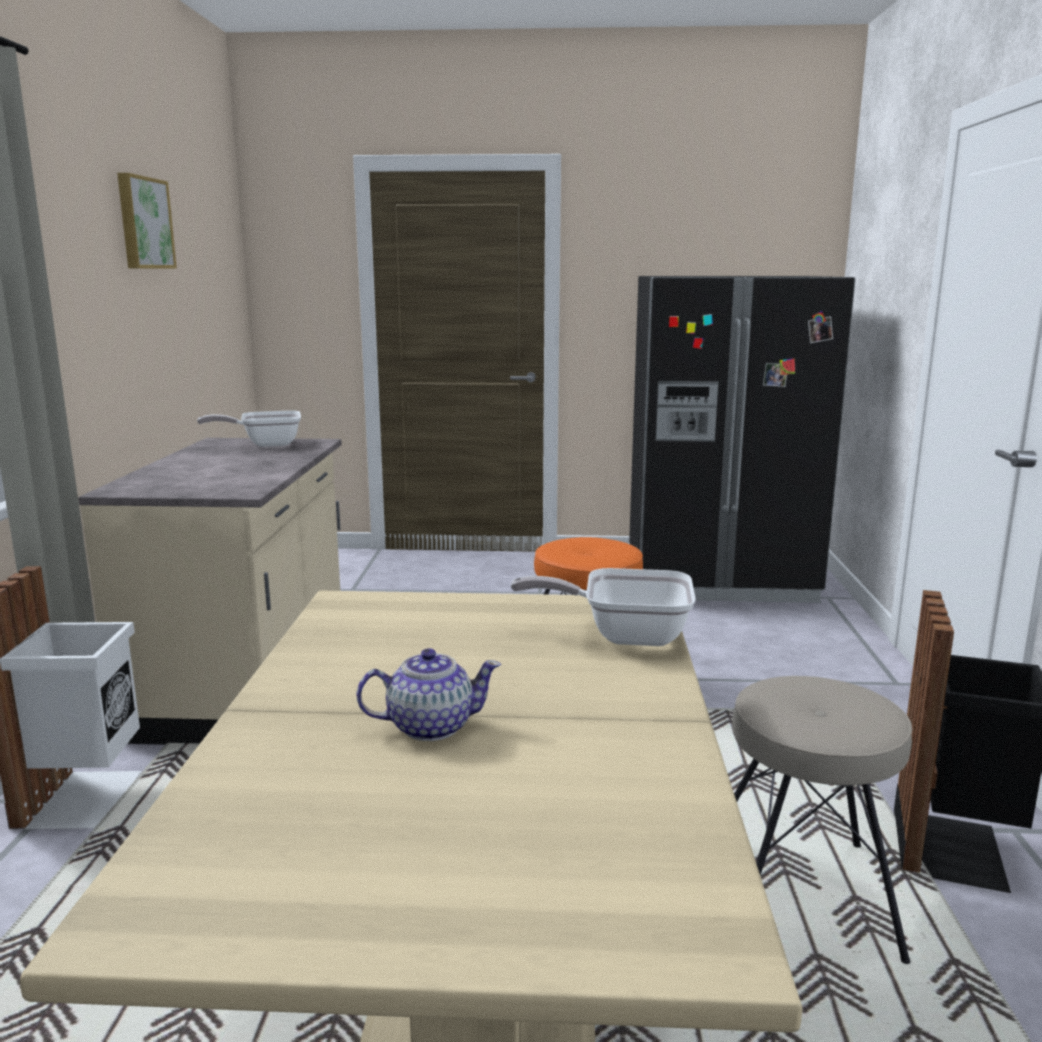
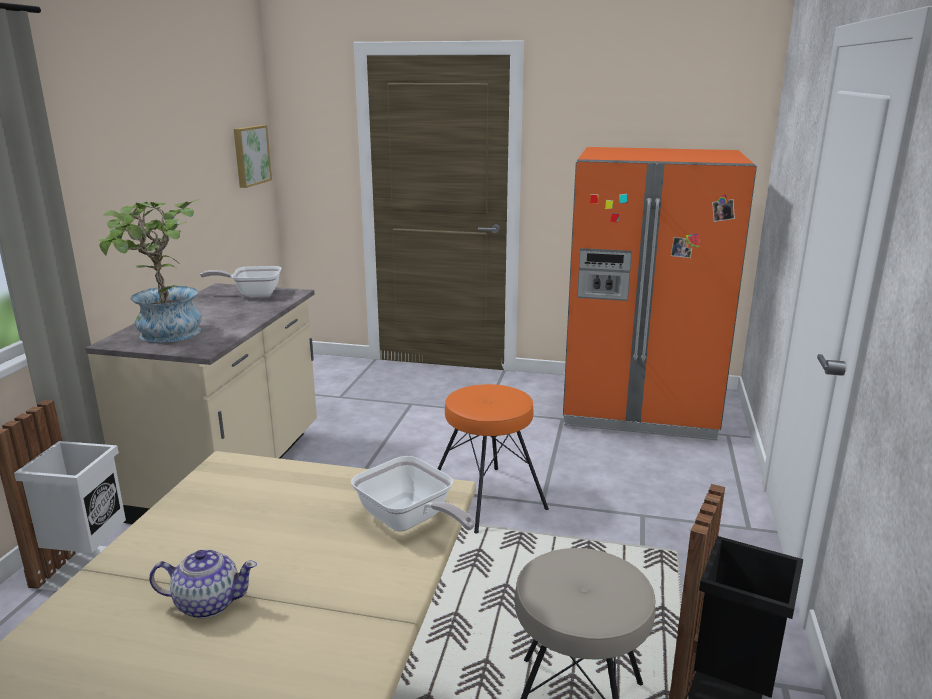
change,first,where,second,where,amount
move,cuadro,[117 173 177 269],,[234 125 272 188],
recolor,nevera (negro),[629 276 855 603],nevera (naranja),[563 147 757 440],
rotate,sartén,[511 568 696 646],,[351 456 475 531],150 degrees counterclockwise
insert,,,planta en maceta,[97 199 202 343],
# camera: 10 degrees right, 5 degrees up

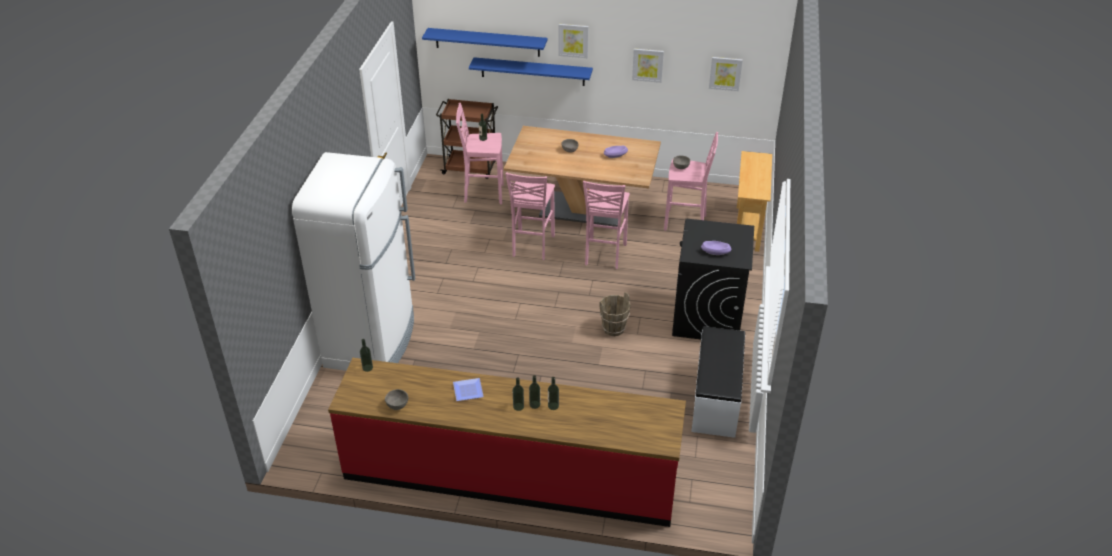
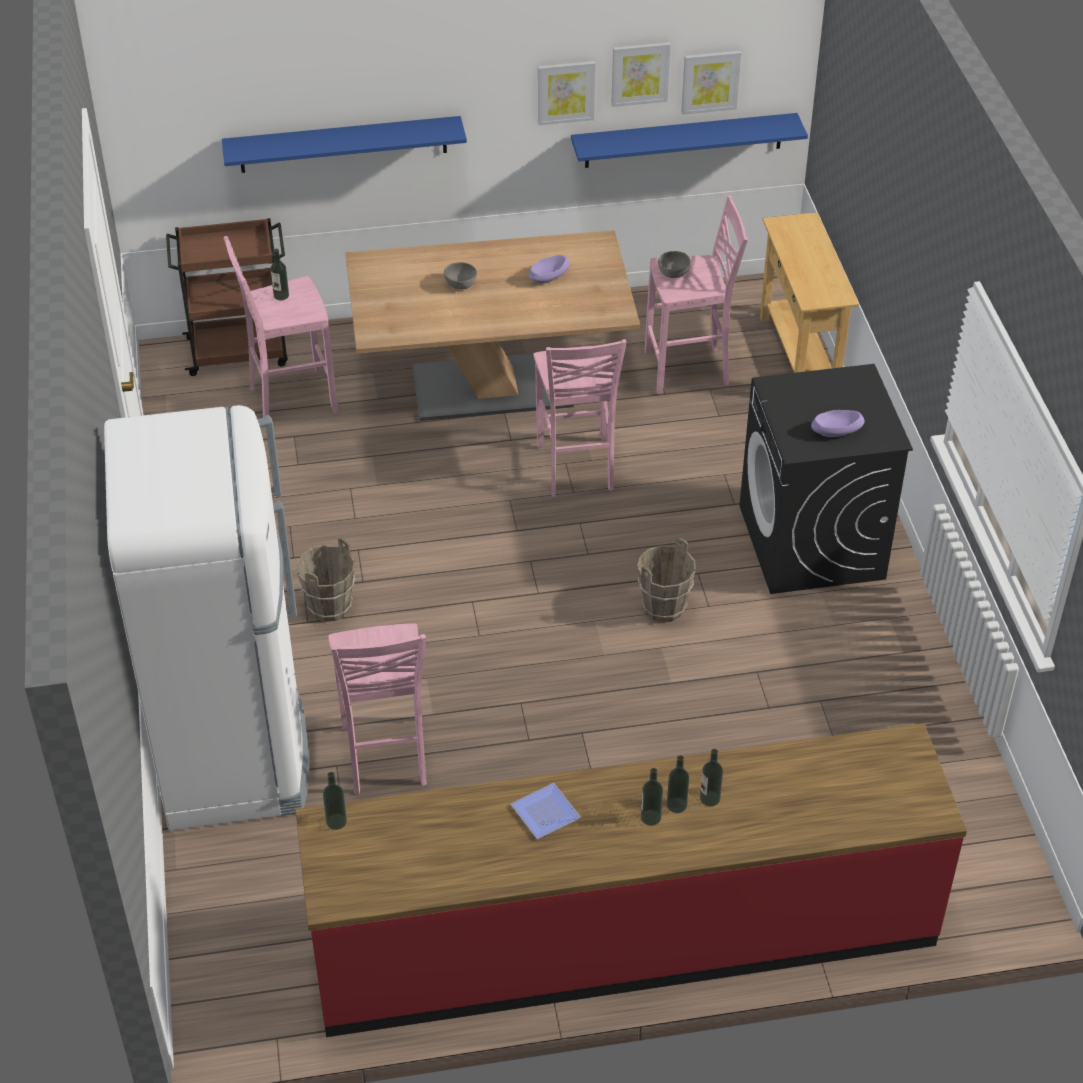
change,first,where,second,where,amount
move,cuadro,[558 24 589 58],,[611 42 670 107],
move,estante (azul),[422 28 547 57],,[571 113 808 168],
move,taburete (rosa),[505 172 555 260],,[328 623 427 794],
delete,banco (blanco),[691 326 745 438],,,
delete,cuenco (gris),[385 389 408 410],,,
insert,,,cubo (marrón),[296 538 355 622],
# camera: 20 degrees left, 5 degrees up

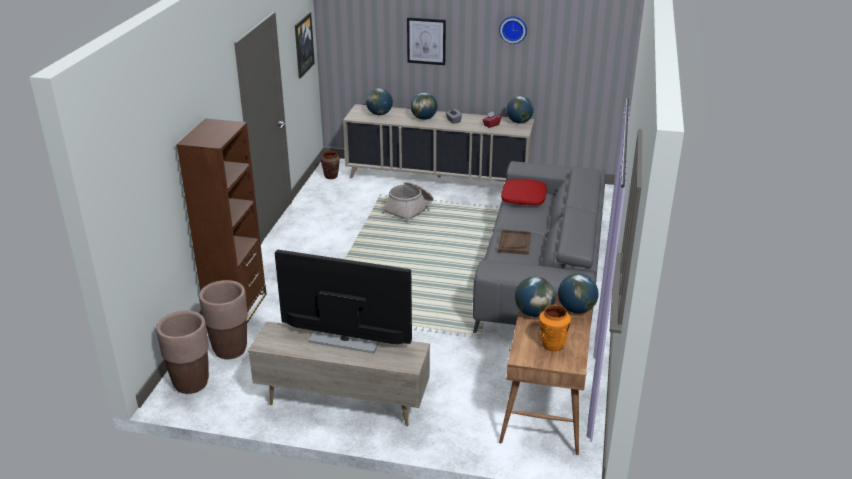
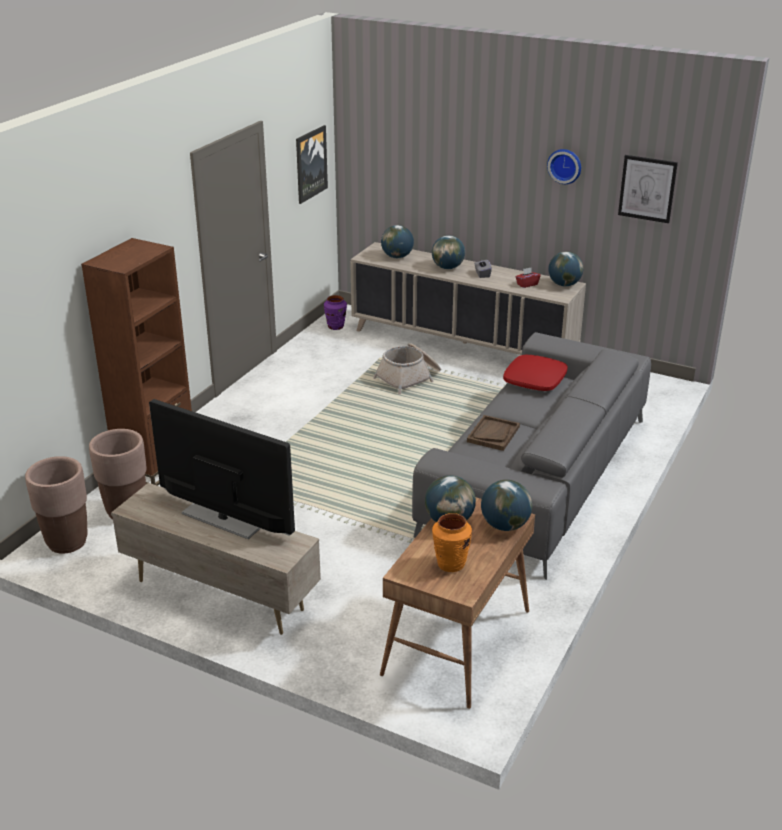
change,first,where,second,where,amount
move,cuadro,[407 17 446 65],,[618 155 678 223],
recolor,florero (marrón),[321 151 340 179],florero (morado),[324 295 347 330],
# camera: 15 degrees right, 0 degrees up

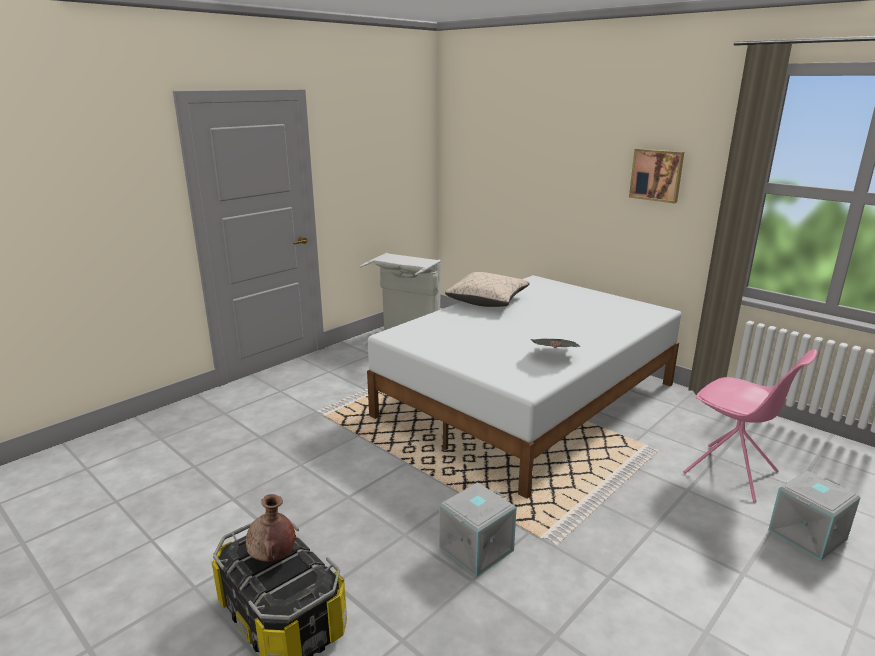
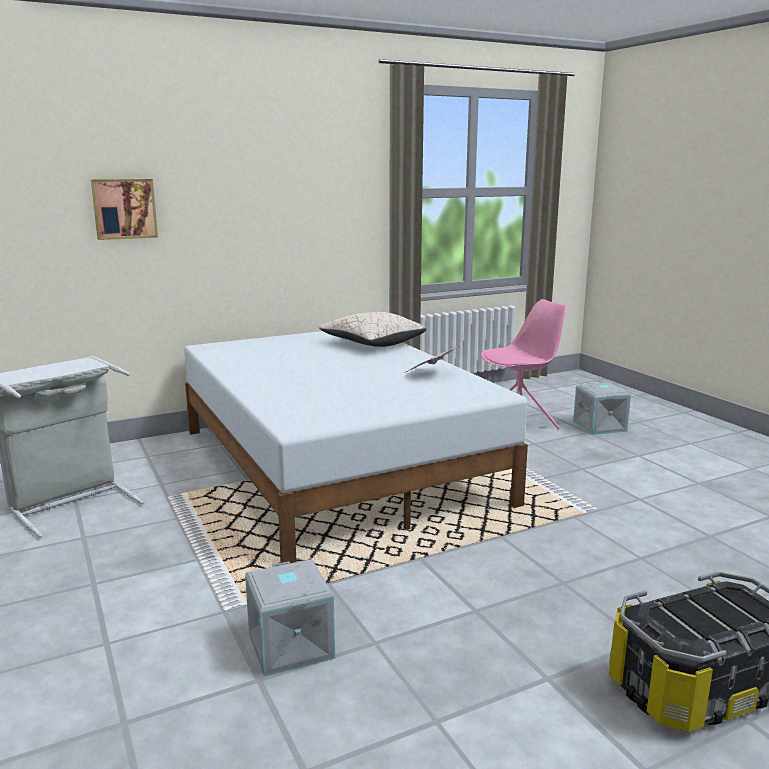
change,first,where,second,where,amount
move,cuadro,[629 148 684 203],,[91 179 158 240],
move,cojín (beis),[445 272 530 307],,[319 312 426 347],
move,caja de almacenaje (gris),[439 482 517 577],,[245 559 335 677],
delete,florero (marrón),[246 494 295 562],,,
# camera: 70 degrees left, 5 degrees down

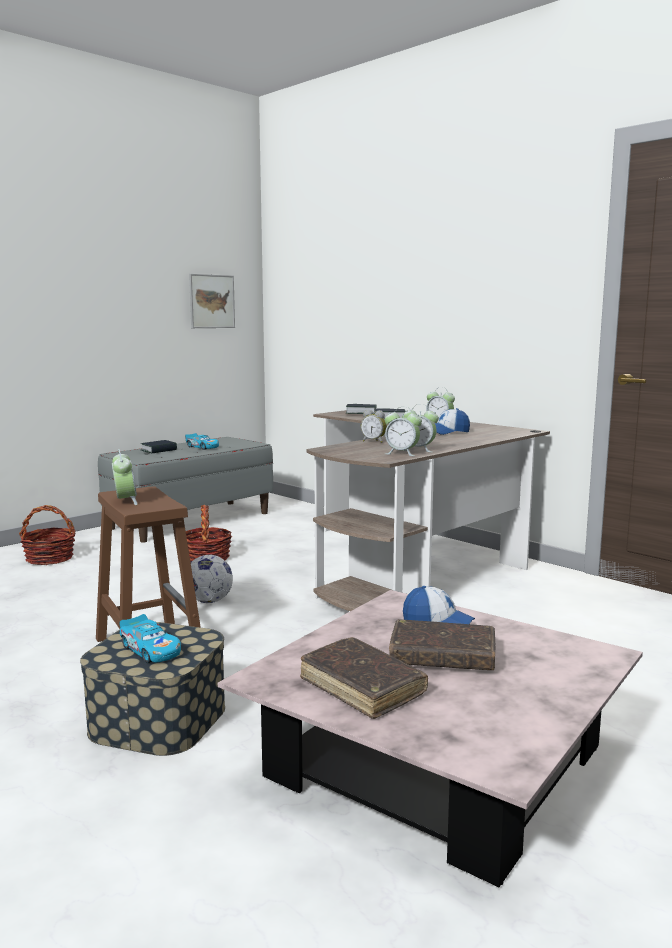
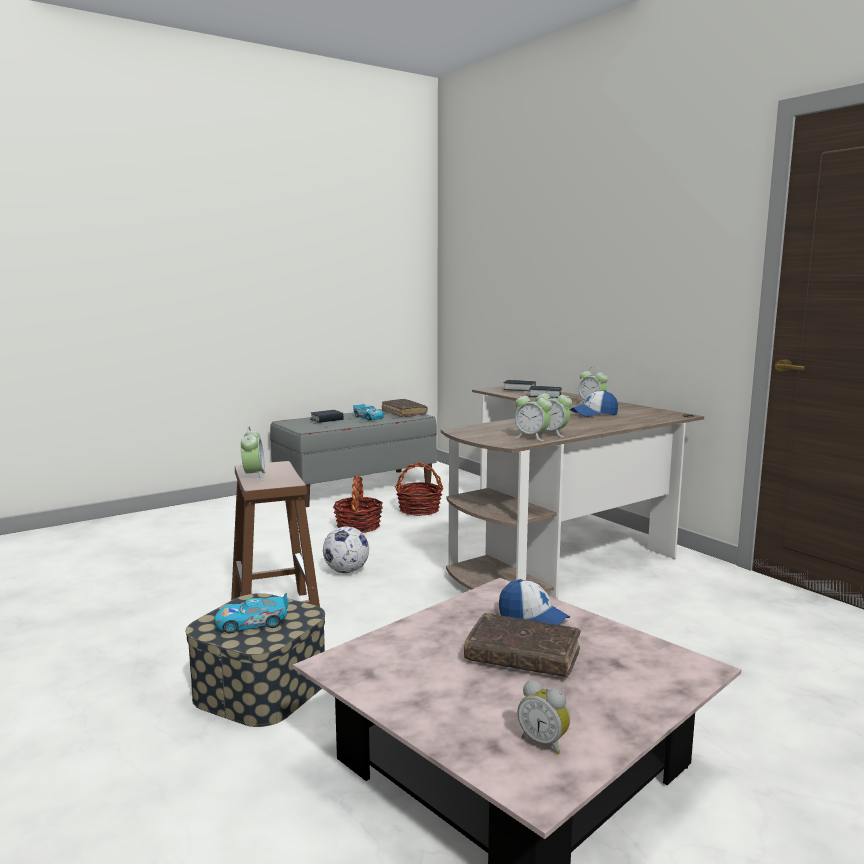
change,first,where,second,where,amount
delete,cuadro,[189 274 235 328],,,
move,despertador,[361 410 387 443],,[518 680 570 754],
move,cesta,[19 505 76 565],,[395 462 443 516],
rotate,coche de juguete,[119 614 181 663],,[215 593 289 634],105 degrees clockwise
move,libro (marrón),[300 637 428 719],,[382 399 428 417],
# camera: 10 degrees right, 0 degrees up

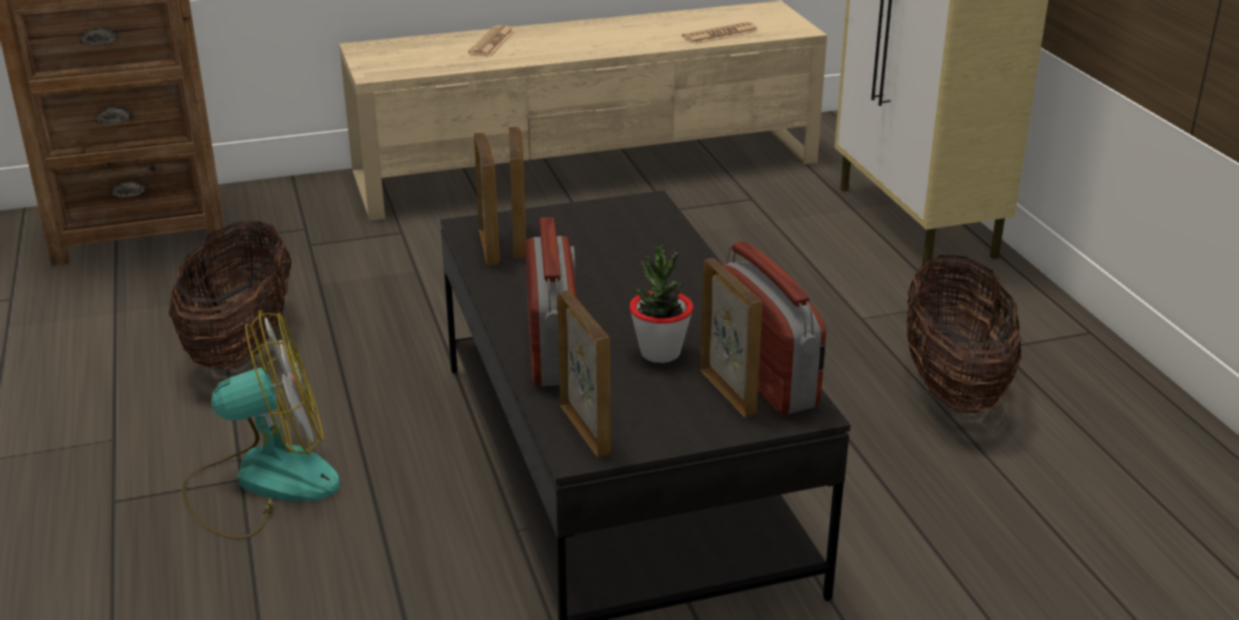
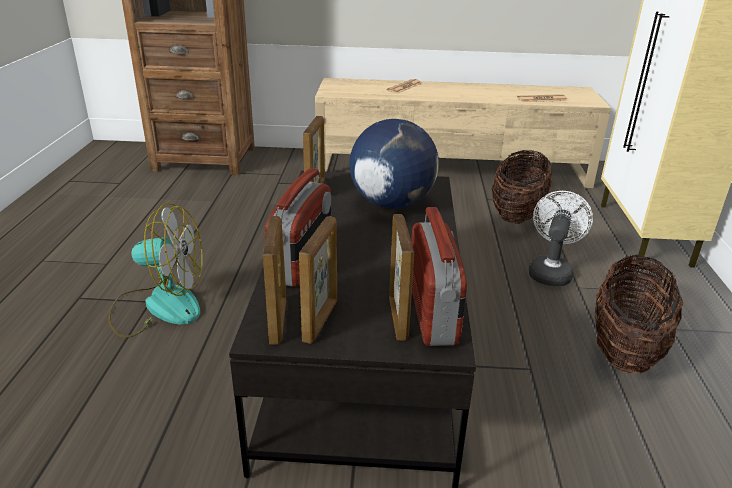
change,first,where,second,where,amount
move,portarretratos,[509 127 526 259],,[299 216 337 344],
move,cesta,[169 220 291 369],,[492 150 552 224],
delete,planta en maceta,[629 245 693 363],,,
insert,,,globo terráqueo,[349 119 439 209],
insert,,,ventilador (blanco),[529 191 593 286],
# camera: 20 degrees right, 0 degrees up

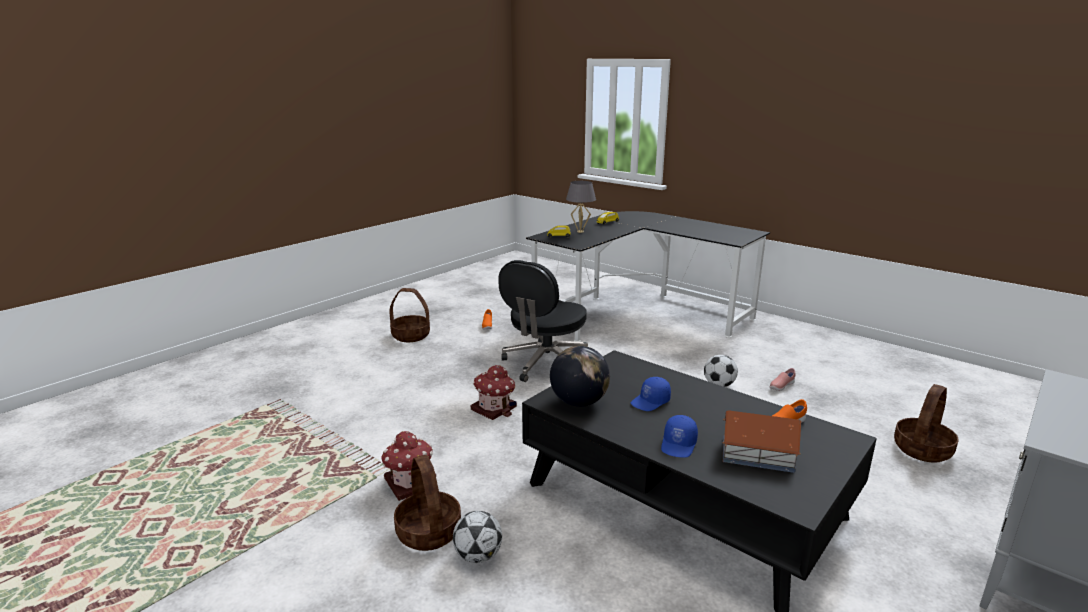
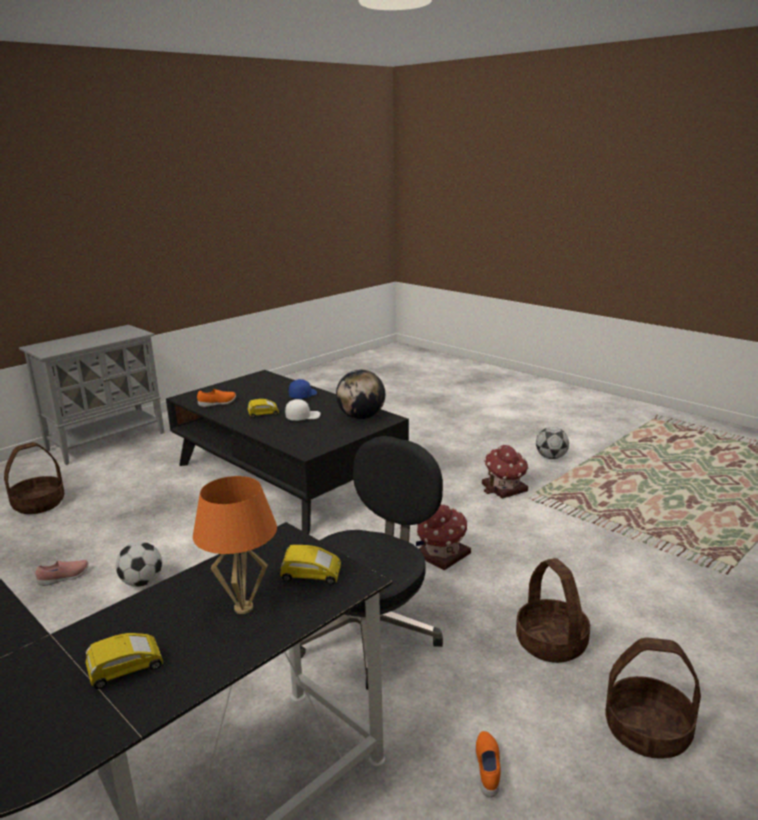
change,first,where,second,where,amount
recolor,lámpara de mesa (gris),[566 181 596 233],lámpara de mesa (naranja),[193 476 277 614],
recolor,gorra (azul),[631 377 671 411],gorra (blanco),[285 399 321 421],
delete,casita,[722 410 801 473],,,
move,cesta,[394 455 461 551],,[516 558 590 663],
move,balón de fútbol,[453 511 502 563],,[536 427 569 459],
insert,,,coche de juguete (amarillo),[248 399 279 418],
# camera: 175 degrees left, 0 degrees up

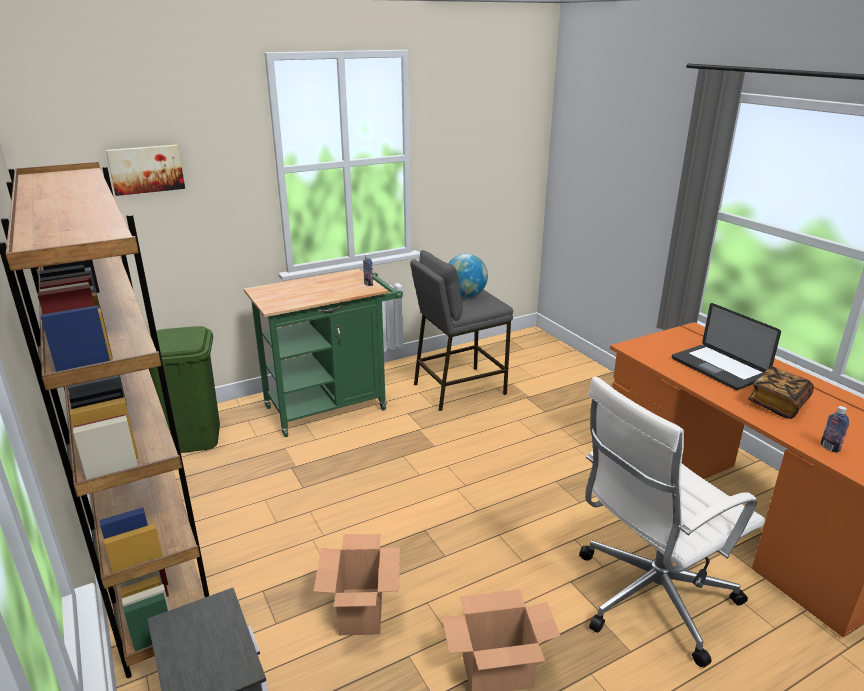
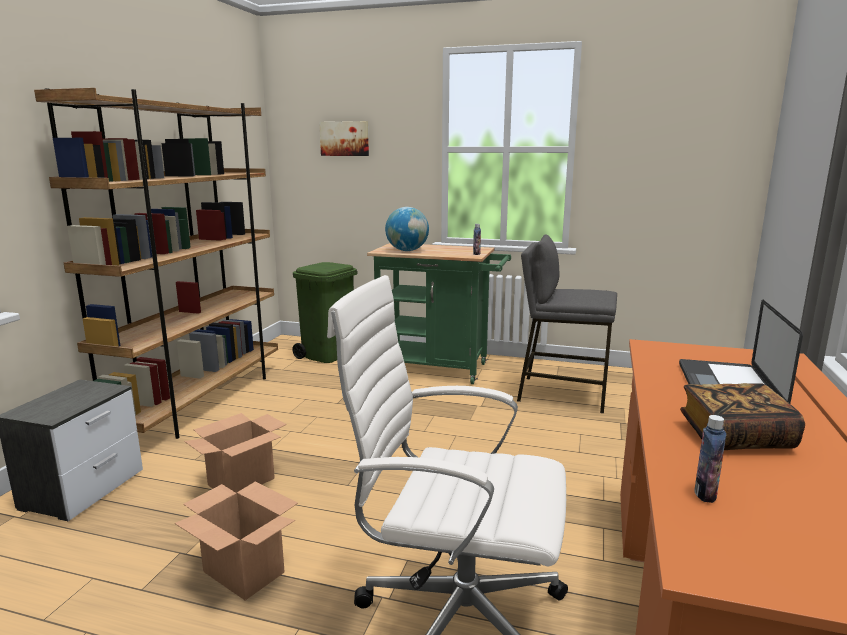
change,first,where,second,where,amount
move,globo terráqueo,[448 254 488 298],,[385 207 429 251],
# camera: 45 degrees right, 10 degrees down

